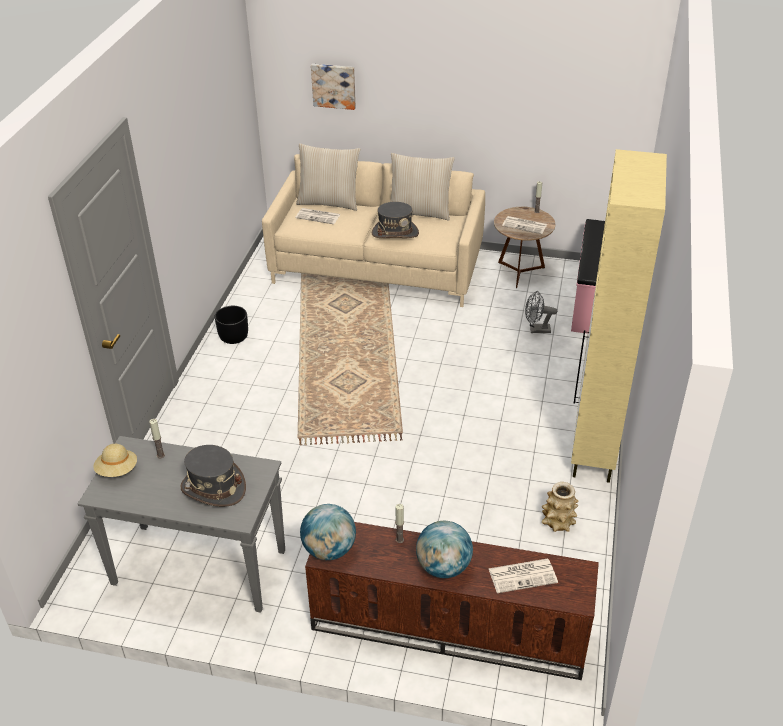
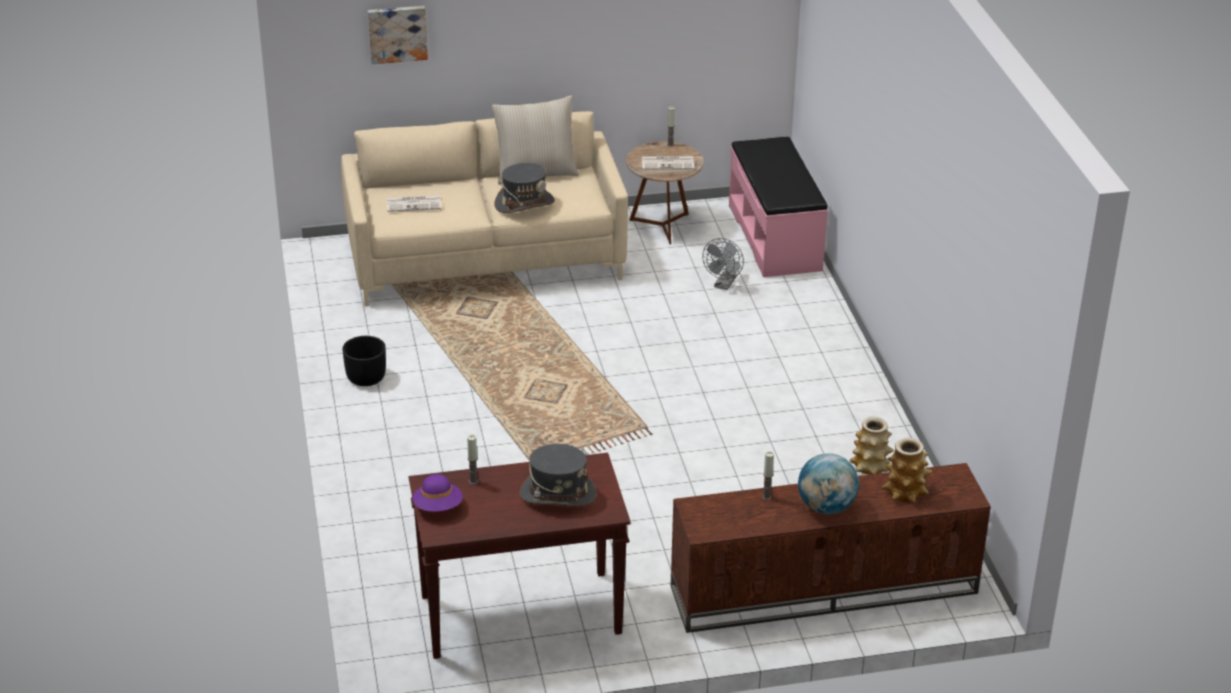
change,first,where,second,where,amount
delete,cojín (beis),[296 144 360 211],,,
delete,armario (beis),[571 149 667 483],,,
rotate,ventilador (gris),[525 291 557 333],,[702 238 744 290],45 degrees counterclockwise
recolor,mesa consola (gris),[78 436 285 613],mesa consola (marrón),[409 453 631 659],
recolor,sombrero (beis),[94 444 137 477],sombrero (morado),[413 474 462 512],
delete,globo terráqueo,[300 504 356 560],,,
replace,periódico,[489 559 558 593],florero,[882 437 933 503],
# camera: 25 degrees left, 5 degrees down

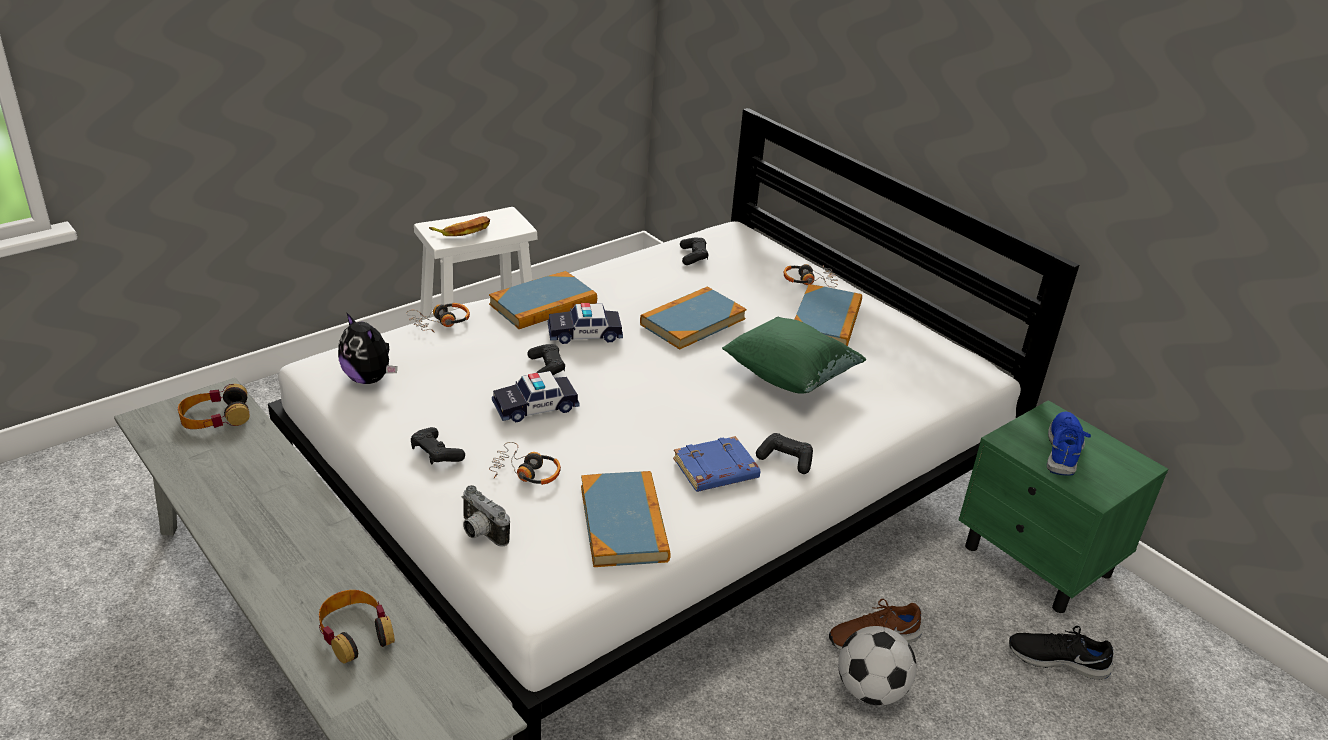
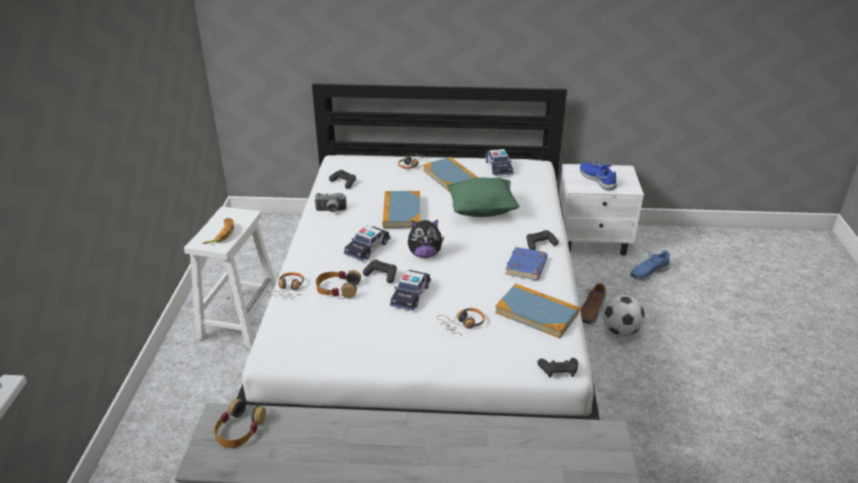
change,first,where,second,where,amount
delete,libro,[489 271 597 329],,,
move,peluche,[338 312 397 384],,[408 220 444 258],
recolor,mesita de noche (verde),[958 400 1169 613],mesita de noche (blanco),[559 164 644 256],
move,mando de consola (negro),[411 427 465 465],,[537 358 578 378],
move,cámara,[462 485 510 547],,[314 193 347 212],
move,auriculares,[319 590 395 663],,[316 270 361 298],
recolor,zapato (negro),[1009 626 1113 680],zapato (azul),[630 250 671 281],
insert,,,coche de juguete,[485 149 513 176],
# camera: 45 degrees left, 0 degrees up

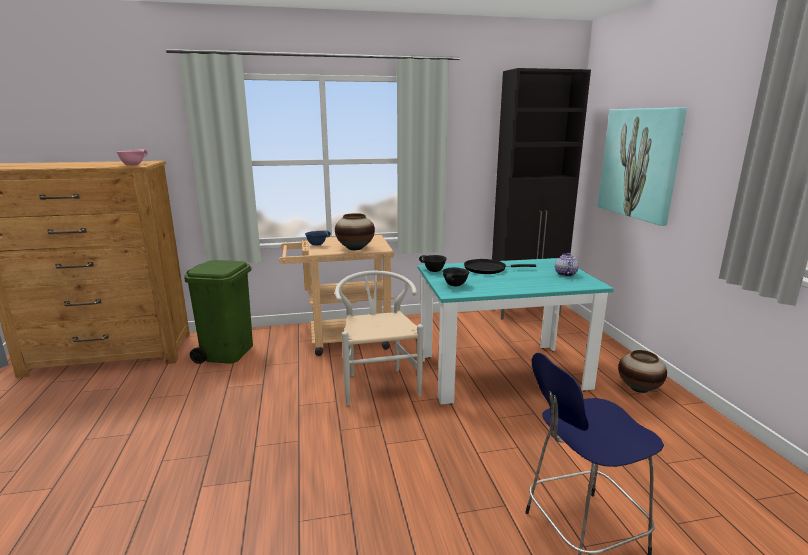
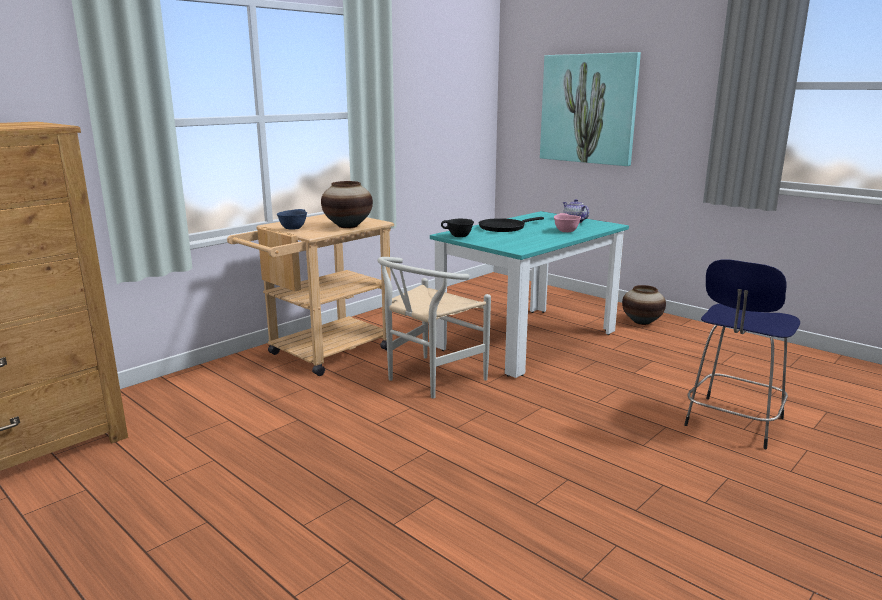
change,first,where,second,where,amount
delete,armario (negro),[492 68 591 320],,,
move,cuenco (rosa),[116 149 148 165],,[554 213 581 232],
delete,papelera (verde),[184 260 253 364],,,
delete,cuenco (negro),[442 267 469 287],,,
rotate,silla (blanco),[335 271 423 406],,[377 257 491 399],90 degrees counterclockwise
# camera: 35 degrees left, 0 degrees up

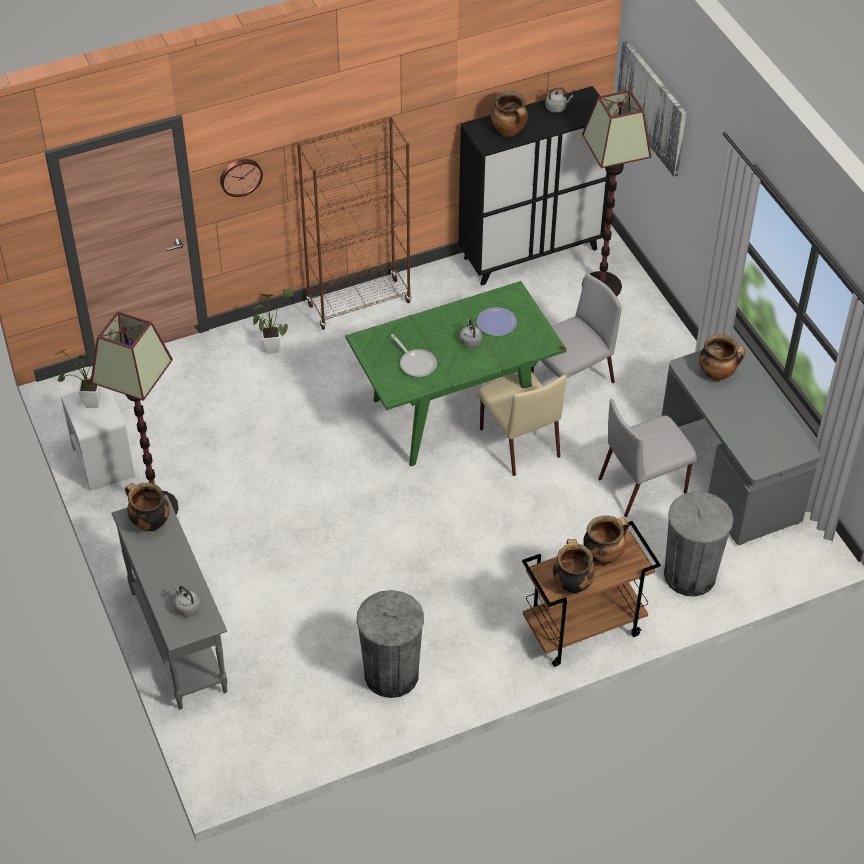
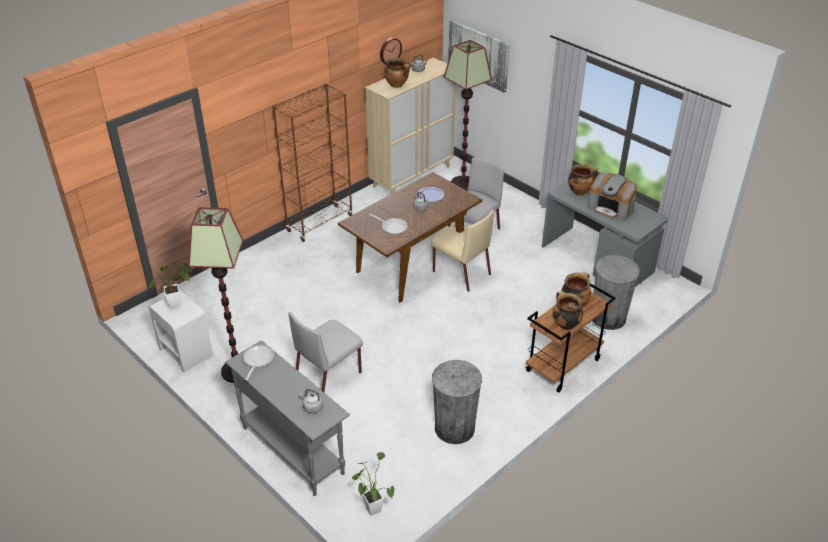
change,first,where,second,where,amount
recolor,armario (negro),[458 86 610 286],armario (beis),[365 58 456 195],
move,reloj de pared,[220 159 263 197],,[380 38 402 65],
recolor,mesa de comedor (verde),[346 281 567 466],mesa de comedor (marrón),[338 172 482 302],
move,planta en maceta,[253 289 294 354],,[352 452 394 516],
move,silla (gris),[598 399 697 517],,[288 312 363 392],
replace,olla,[125 483 170 531],sartén,[243 345 274 380],
insert,,,cafetera,[587 173 637 221],
# camera: 20 degrees left, 10 degrees down

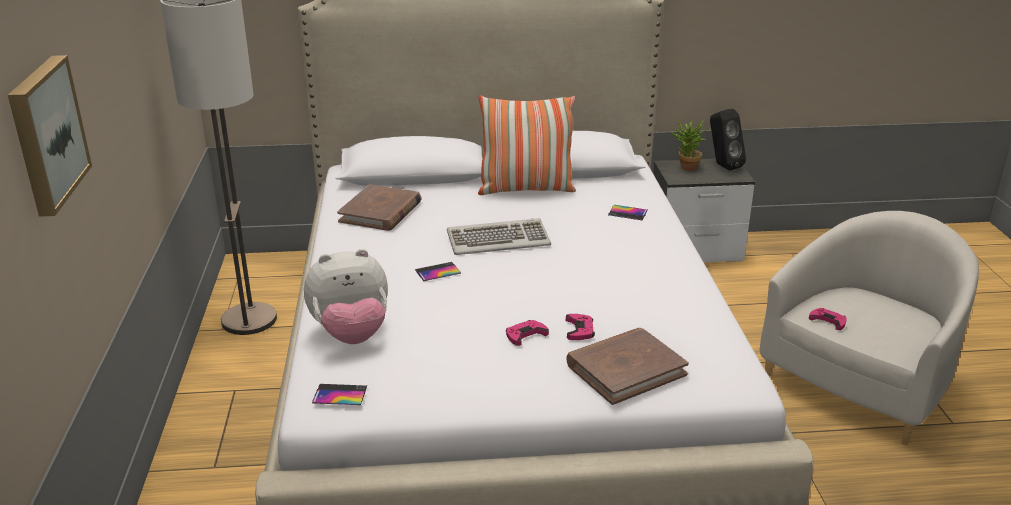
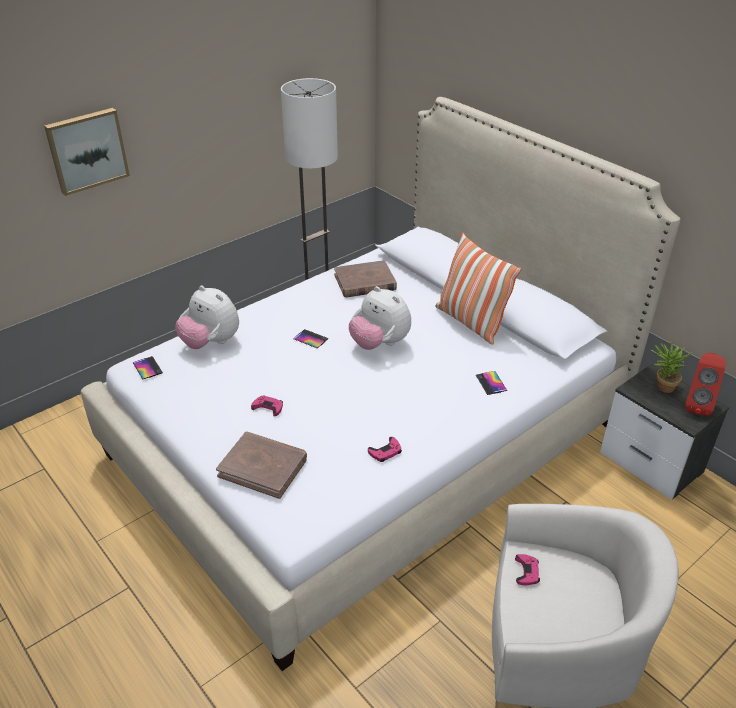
change,first,where,second,where,amount
recolor,altavoz (negro),[710 109 746 170],altavoz (rojo),[685 353 726 416],
replace,teclado,[447 218 551 255],peluche,[349 286 411 350],
move,mando de consola (rosa),[566 314 595 340],,[368 437 402 462],
# camera: 55 degrees right, 10 degrees up

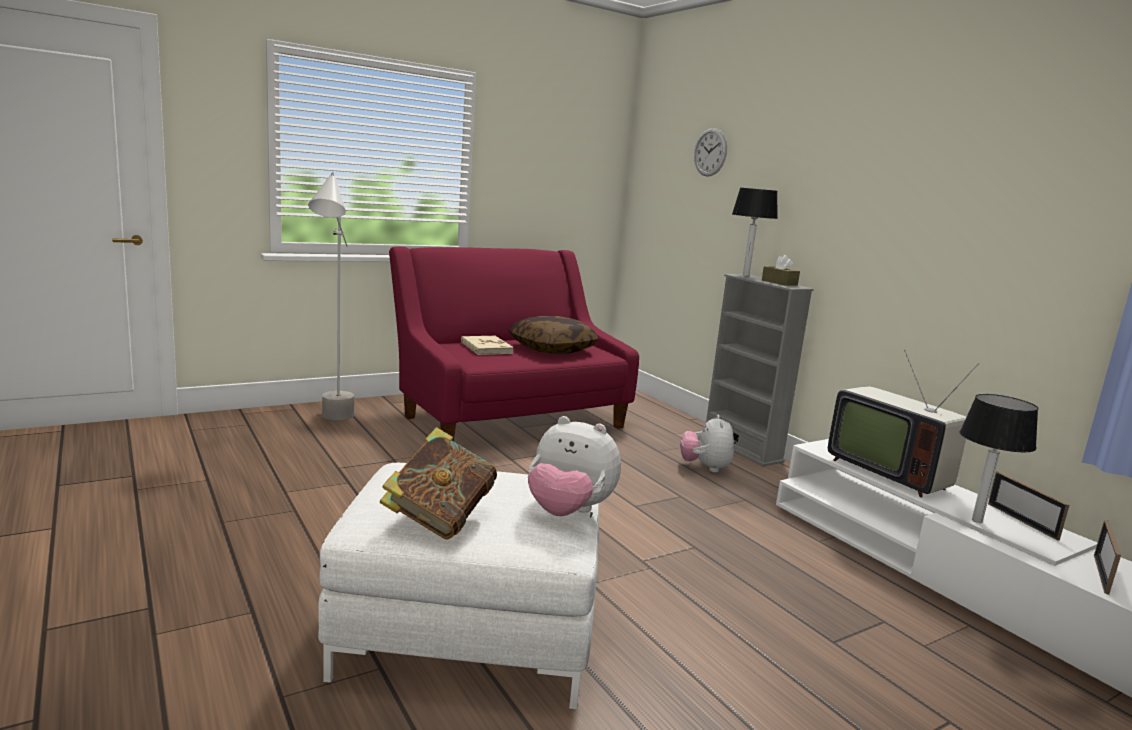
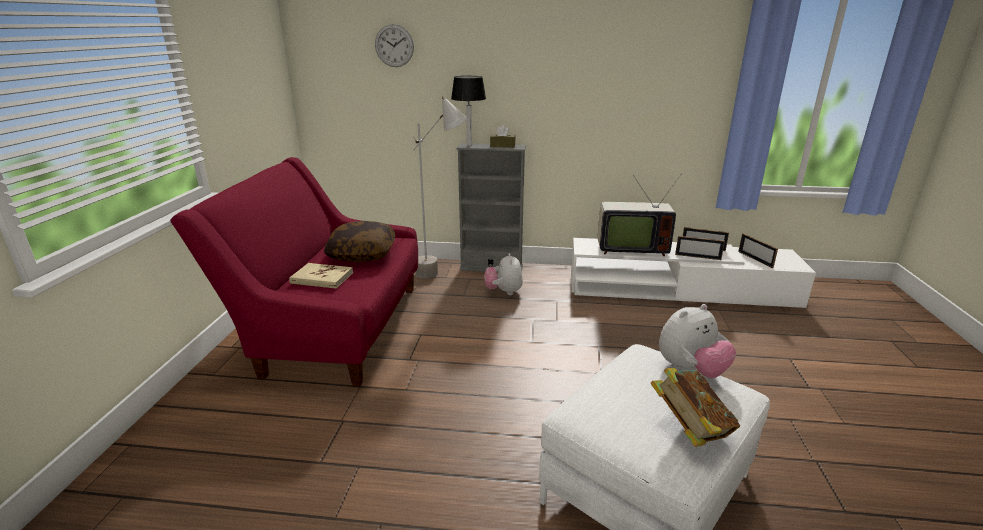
change,first,where,second,where,amount
move,lámpara de pie (gris),[308 172 354 420],,[414 96 468 279],
replace,lámpara de mesa,[960 394 1038 523],portarretratos,[675 236 725 260],
rotate,peluche,[680 415 734 473],,[484 253 523 295],45 degrees clockwise
# camera: 50 degrees left, 10 degrees up

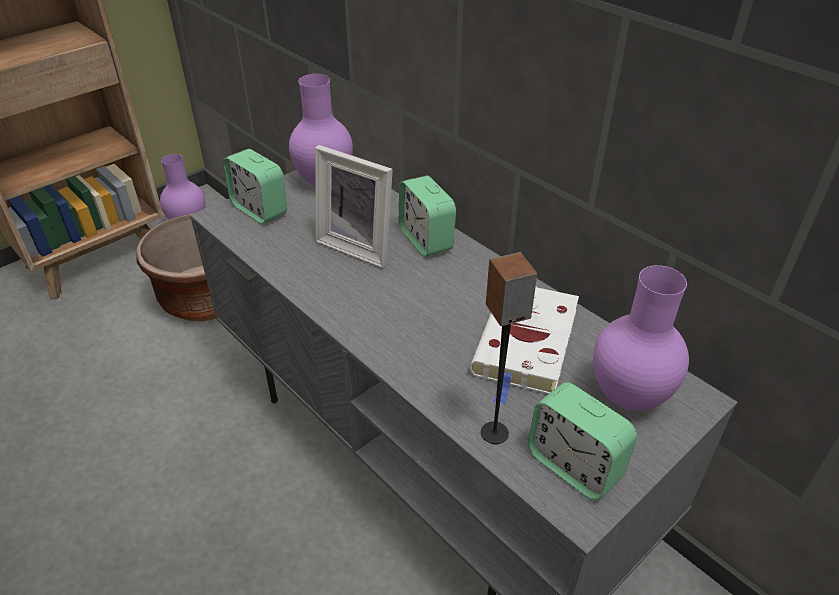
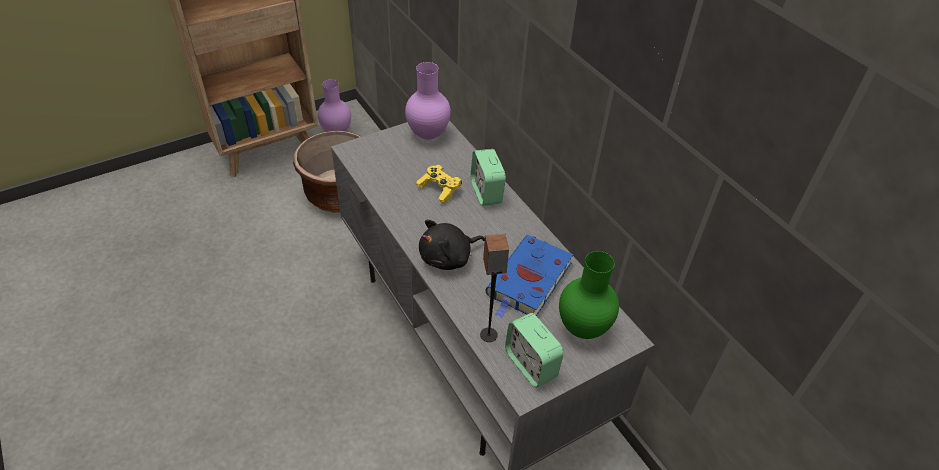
change,first,where,second,where,amount
replace,portarretratos,[315 145 393 268],mando de consola (amarillo),[416 165 462 204],
delete,despertador,[223 149 287 224],,,
recolor,florero (morado),[593 265 689 411],florero (verde),[559 251 619 339],
recolor,libro (blanco),[470 286 579 405],libro (azul),[486 235 573 318],
insert,,,peluche (negro),[419 220 485 270],
# camera: 10 degrees right, 5 degrees up

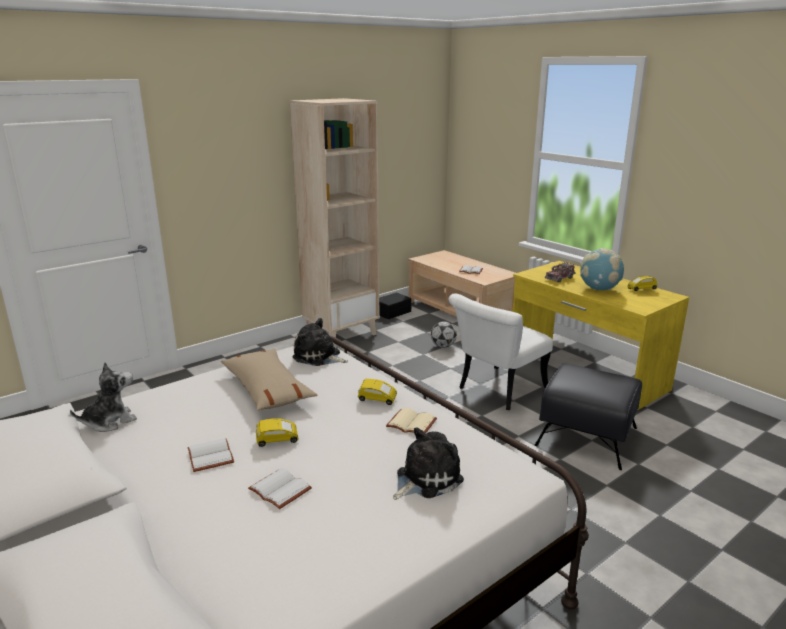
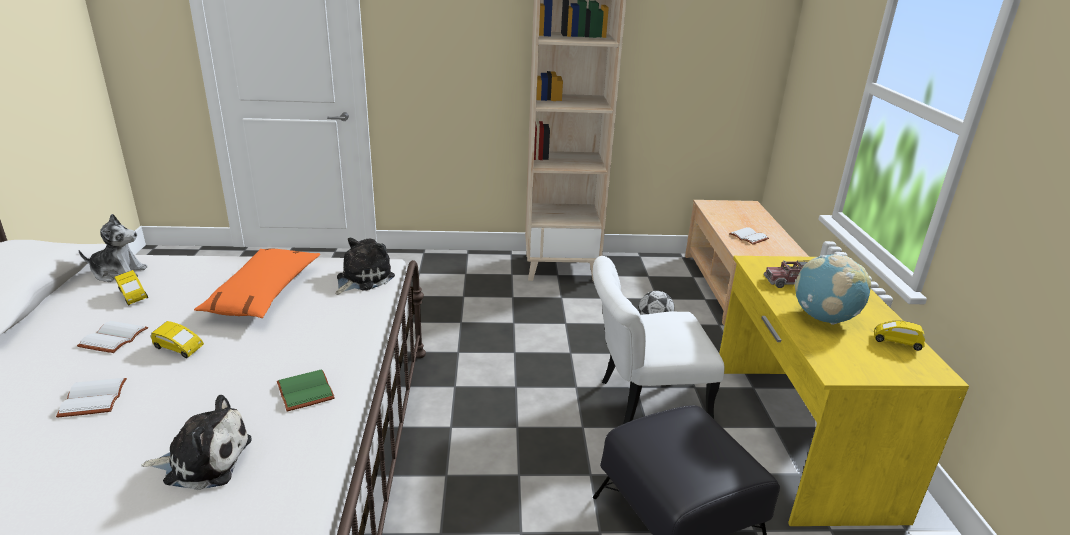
change,first,where,second,where,amount
delete,caja de almacenaje (negro),[379 293 411 319],,,
rotate,peluche,[292 318 348 366],,[335 238 395 295],60 degrees clockwise
recolor,cojín (beis),[221 348 317 411],cojín (naranja),[194 248 320 318],
move,coche de juguete (amarillo),[358 379 397 405],,[114 270 148 306],
recolor,libro (beis),[386 408 437 433],libro (verde),[277 369 335 411],
# camera: 35 degrees right, 5 degrees up

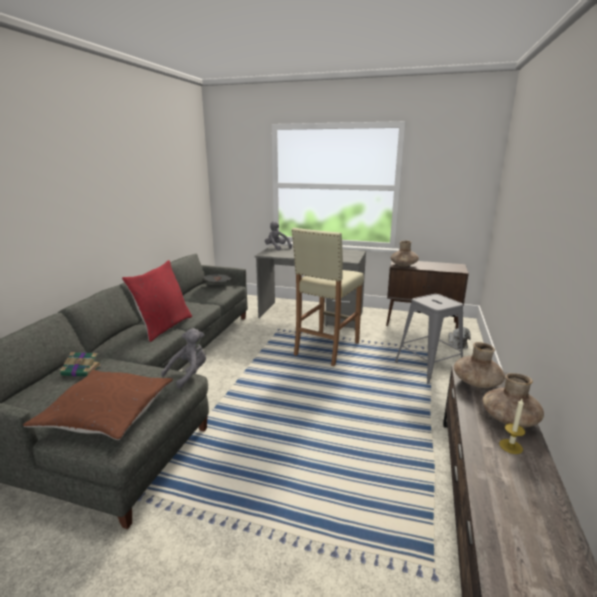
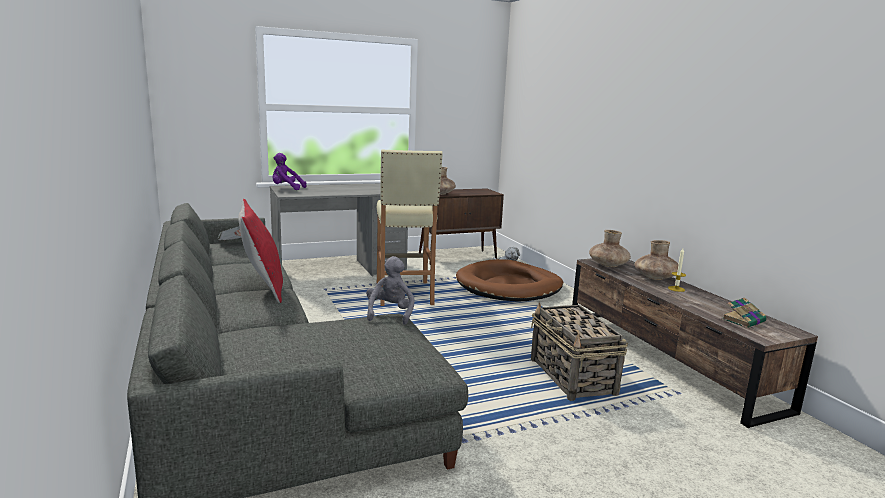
change,first,where,second,where,amount
recolor,peluche (gris),[265 221 292 251],peluche (morado),[273 153 307 190],
replace,taburete (gris),[395 294 463 384],cama para perro (marrón),[456 259 563 302],
move,libro,[60 352 101 377],,[721 297 767 328],
delete,cojín (marrón),[23 370 173 440],,,
insert,,,cesta,[531 302 628 401],
# camera: 40 degrees left, 5 degrees down

